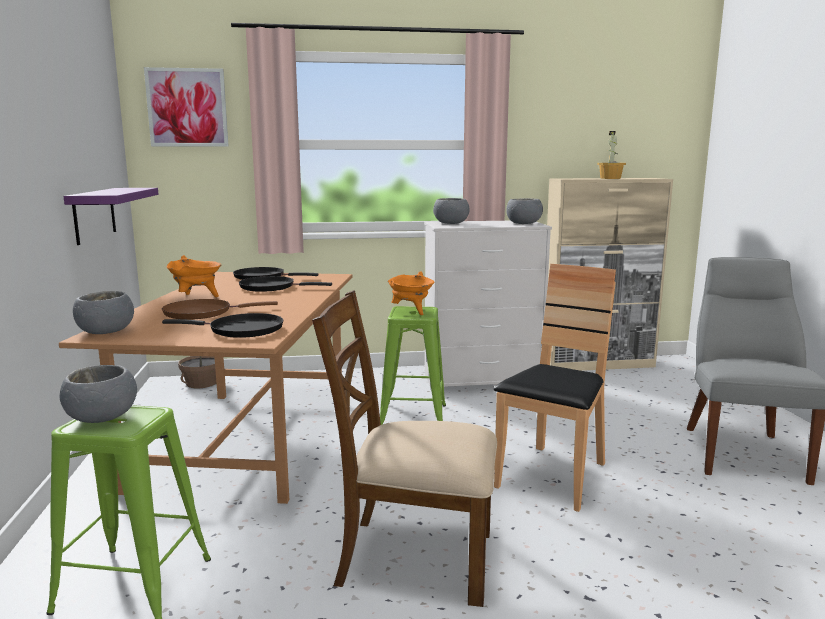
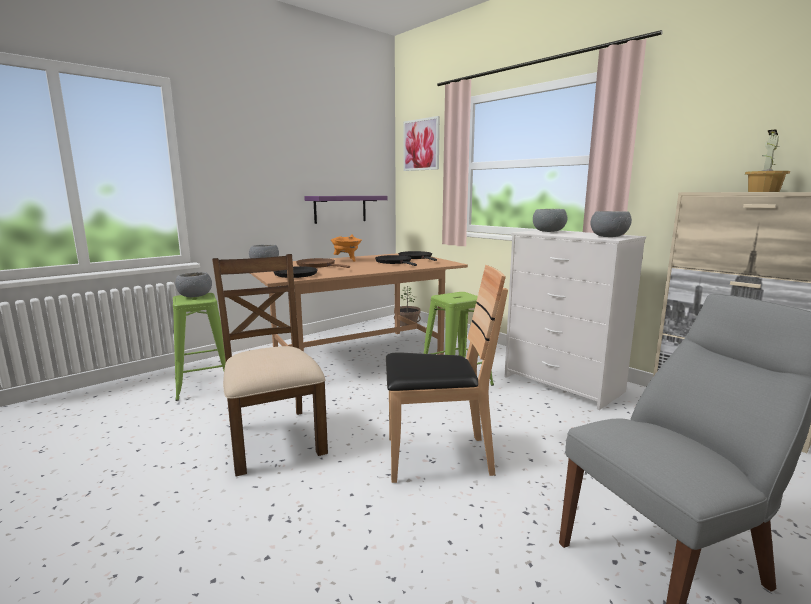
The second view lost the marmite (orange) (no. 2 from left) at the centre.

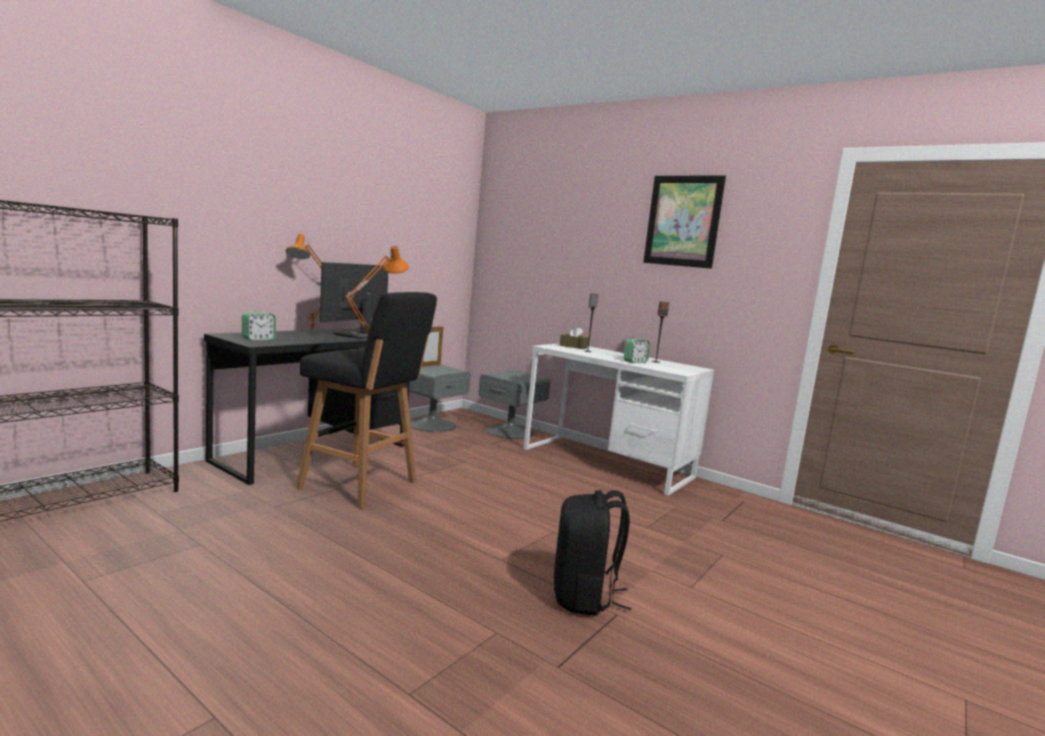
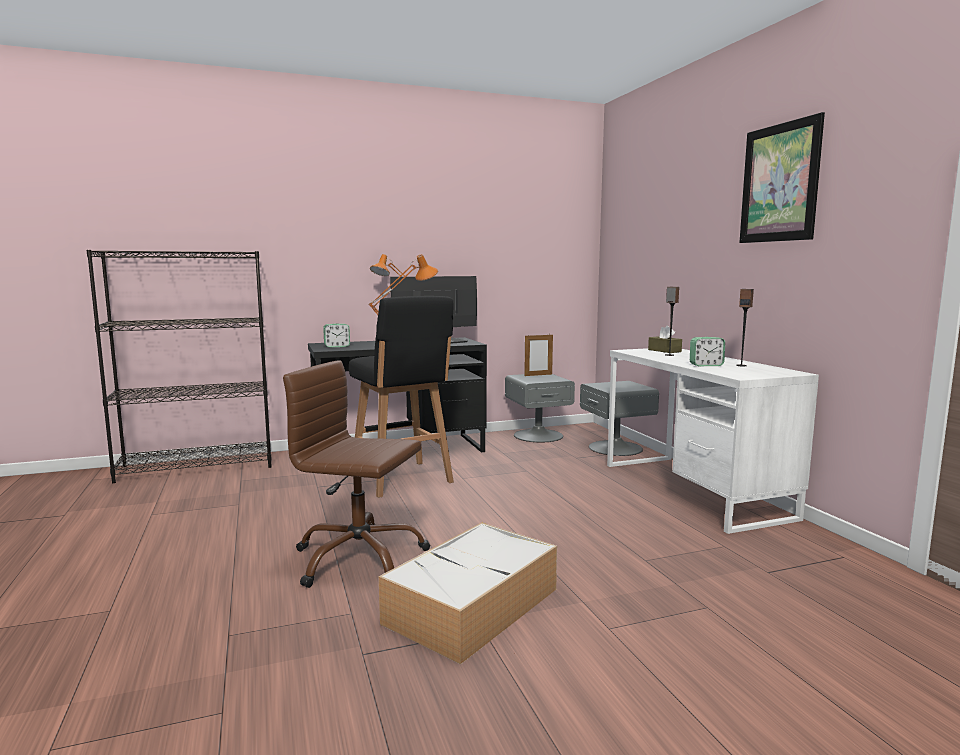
Where the sac à dos (noir) stood at the bottom centre, the boîte de rangement came to stand at the bottom centre. The second view gained the chaise de bureau (marron) at the centre.

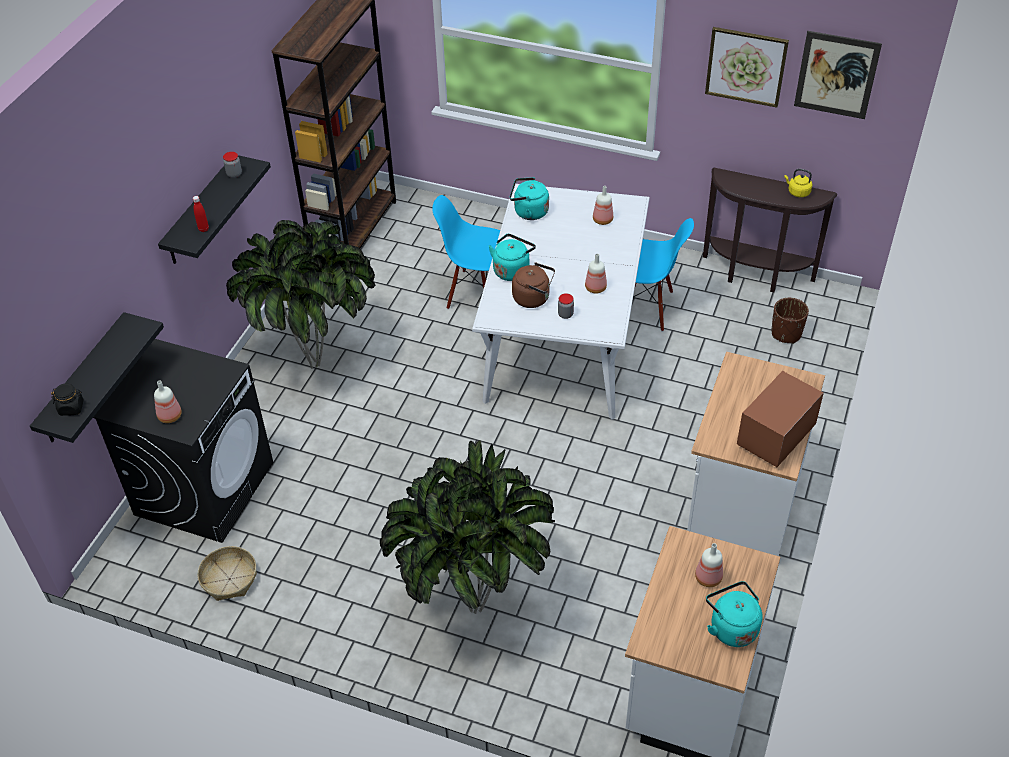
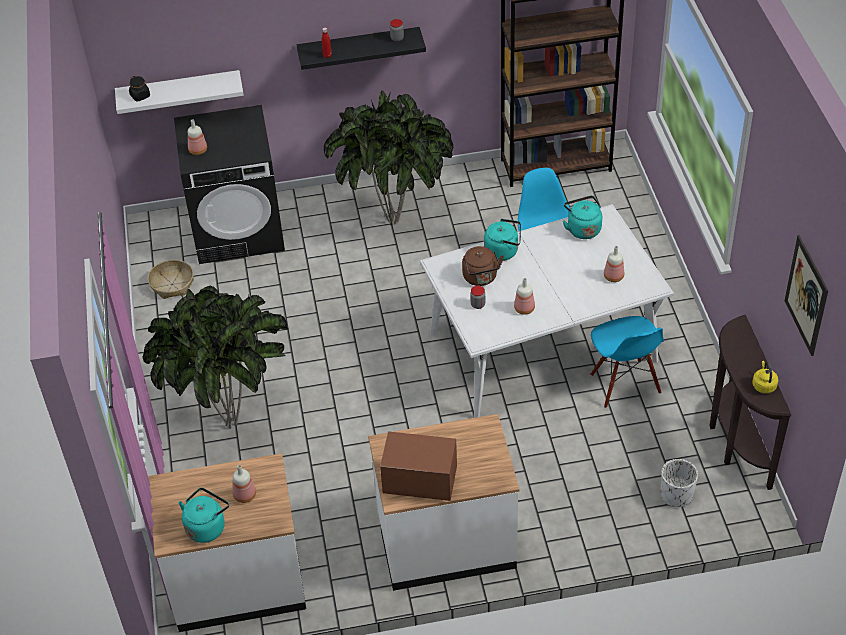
What was the étagère (noir) (no. 1 from left) at the middle left turned into the étagère (blanc) at the top left. The second view lost the tableau (no. 1 from left) at the top right. What was the cache-pot (marron) at the middle right turned into the cache-pot (blanc) at the bottom right.

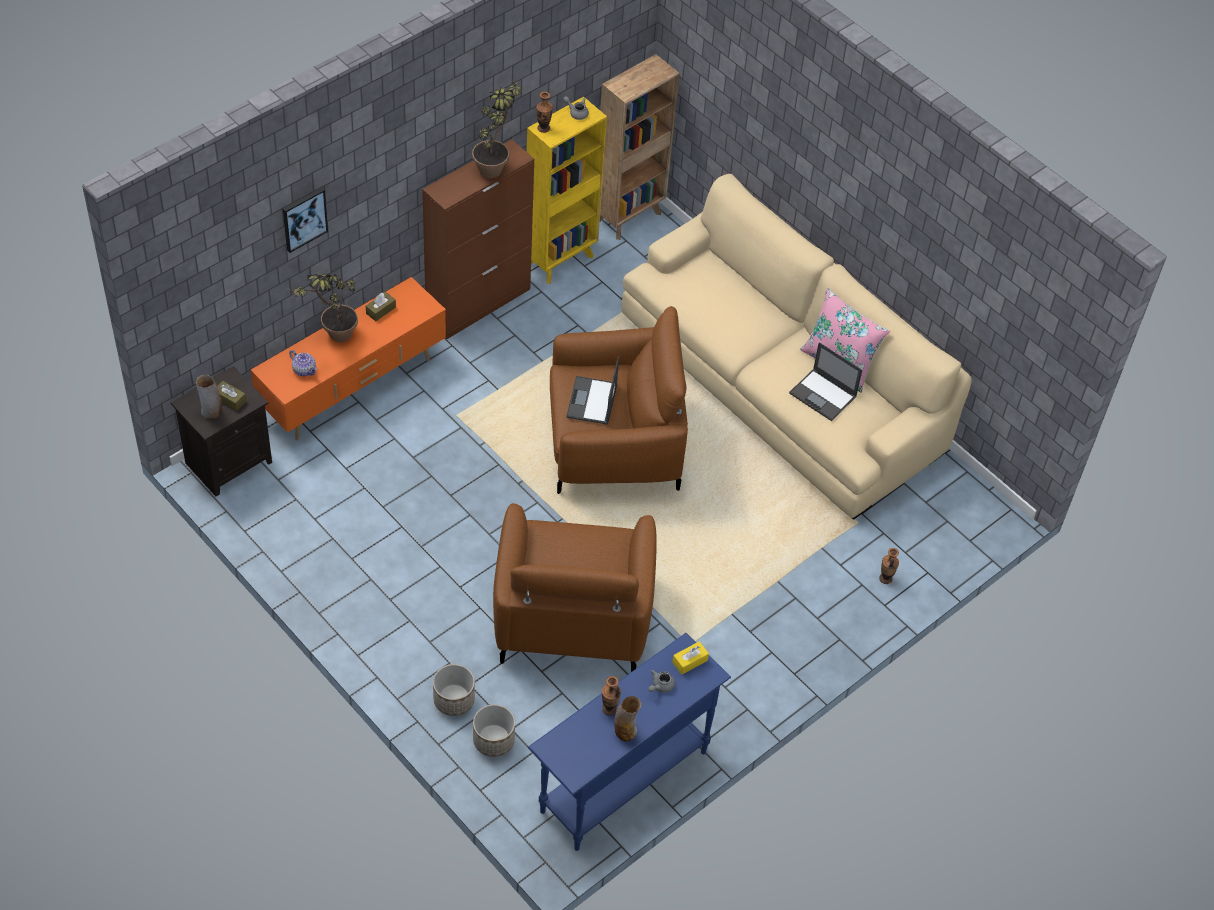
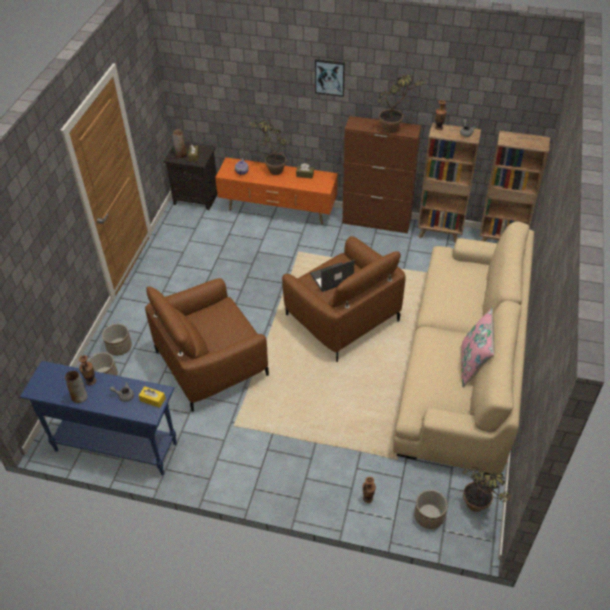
The tableau ended up elsewhere, having gone from the top left to the top centre. What was the bibliothèque (jaune) at the top centre turned into the bibliothèque (marron) (no. 1 from left) at the top right. The second view lost the ordinateur portable (no. 2 from left) at the middle right. The second view gained the cache-pot (no. 3 from left) at the bottom right. The second view gained the plante en pot (no. 3 from left) at the bottom right.

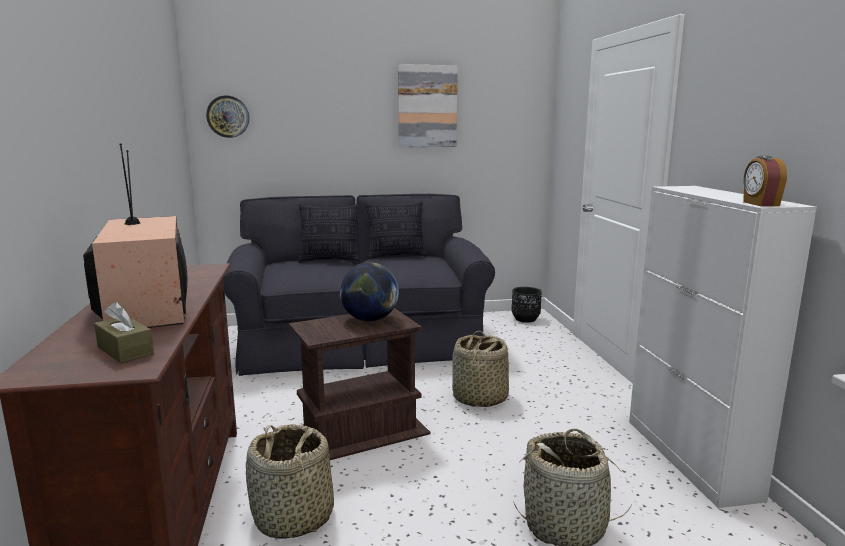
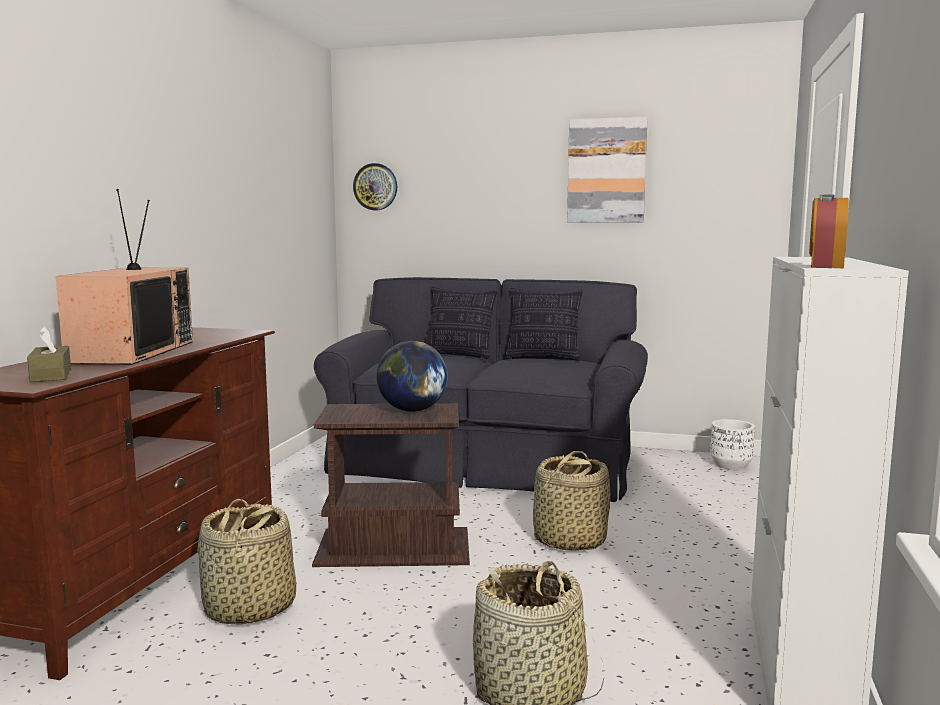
What was the cache-pot (noir) at the centre turned into the cache-pot (blanc) at the middle right.

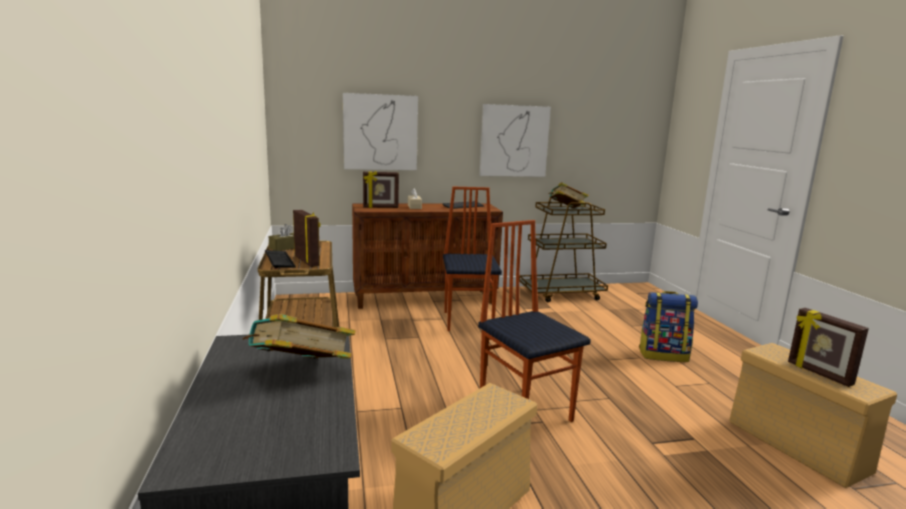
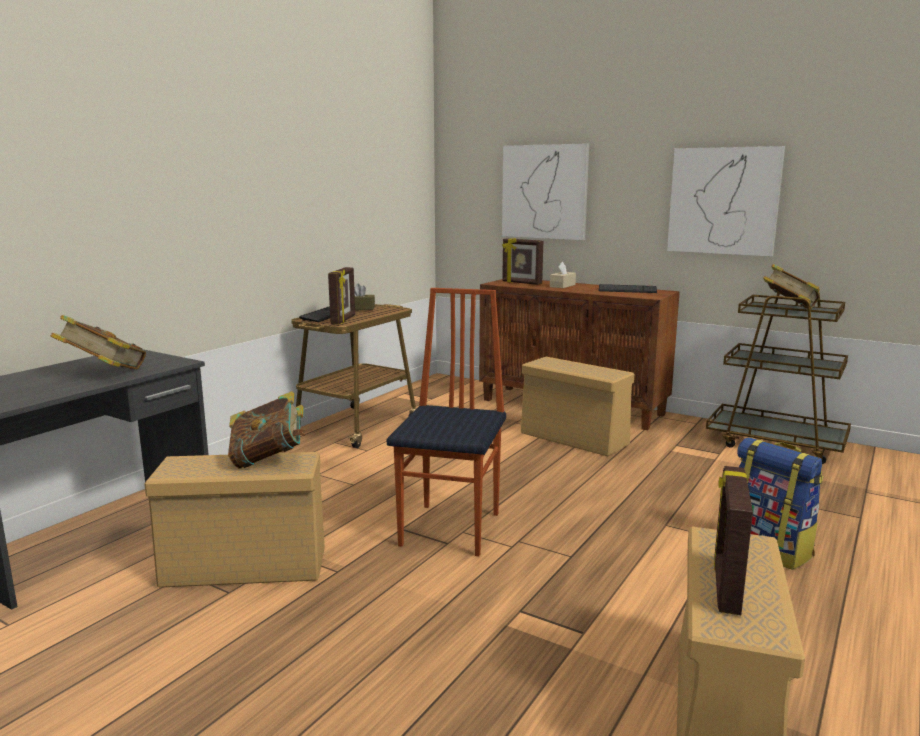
Where the chaise (no. 1 from left) stood at the centre, the boîte de rangement (beige) (no. 2 from left) came to stand at the centre. The second view gained the livre (no. 2 from left) at the middle left.

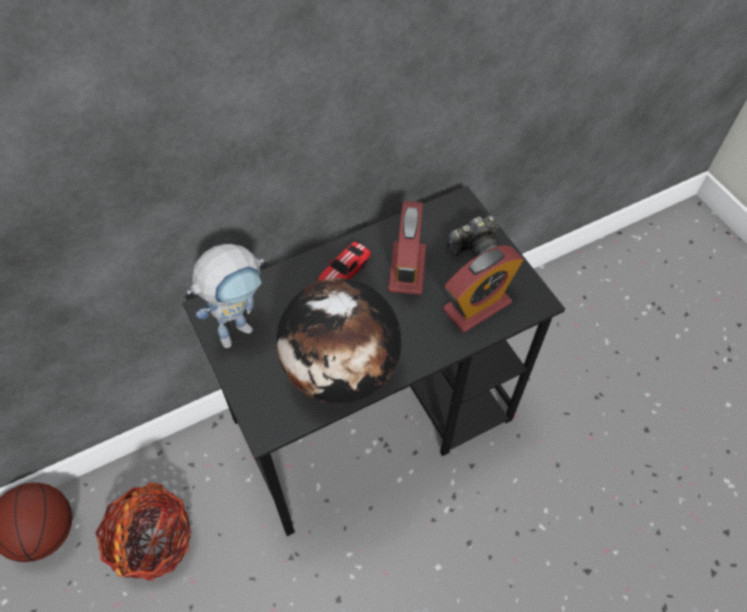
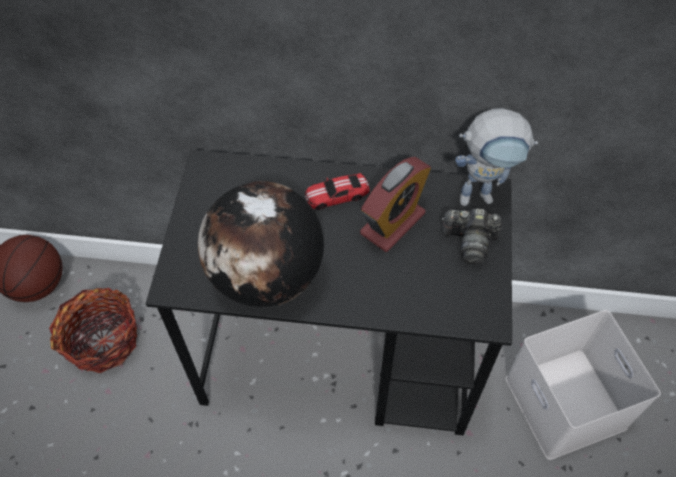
The robot jouet ended up elsewhere, having gone from the middle left to the top right. The second view lost the réveil (no. 2 from left) at the centre. The second view gained the boîte de rangement (blanc) at the bottom right.

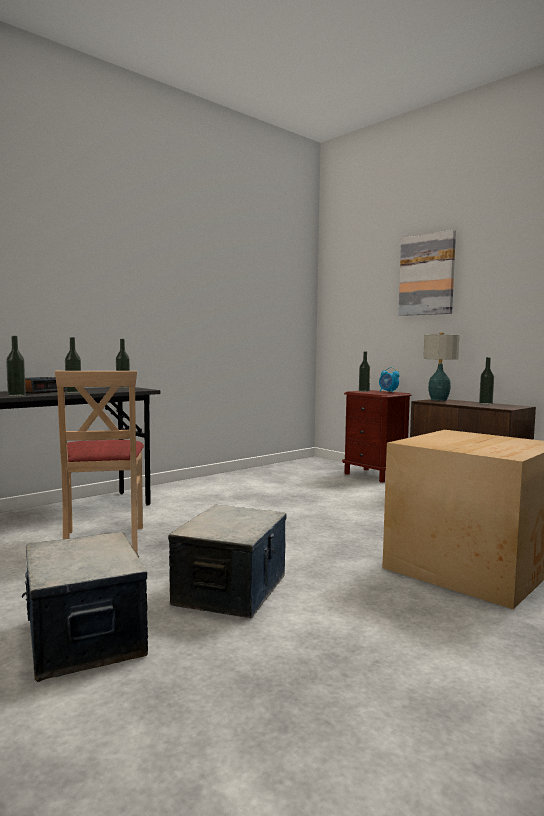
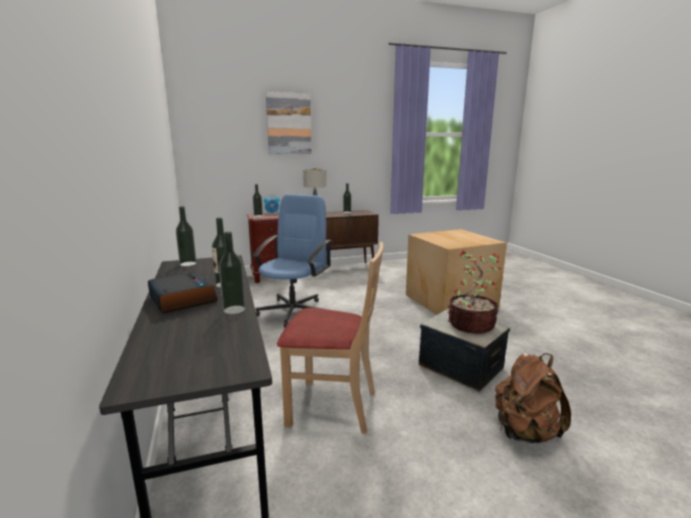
Where the boîte de rangement (no. 1 from left) stood at the bottom left, the sac à dos (marron) came to stand at the bottom right. The second view gained the chaise de bureau (bleu) at the centre. The second view gained the plante en pot at the middle right.

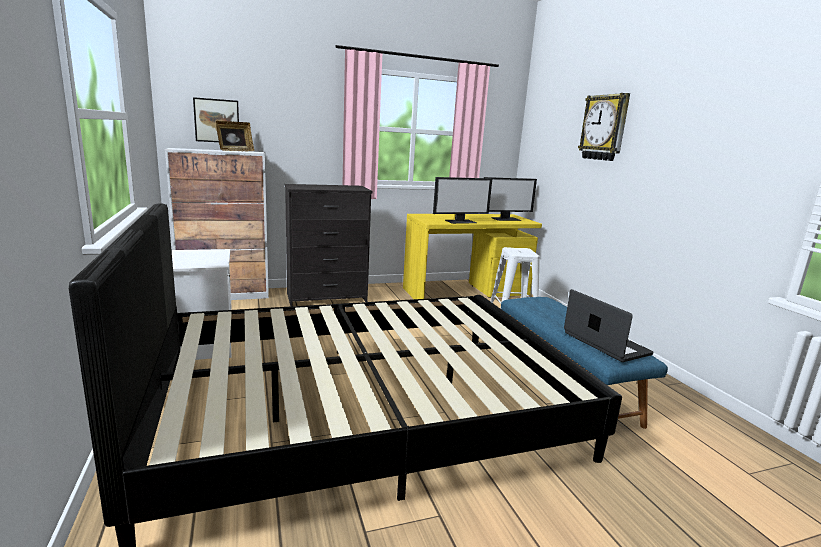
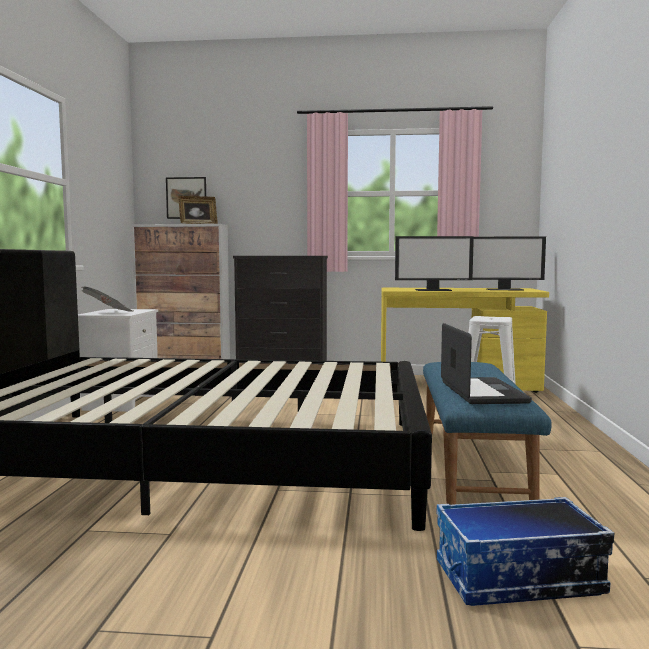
The second view lost the horloge murale at the top right. The second view gained the journal at the middle left. The second view gained the boîte de rangement at the bottom right.

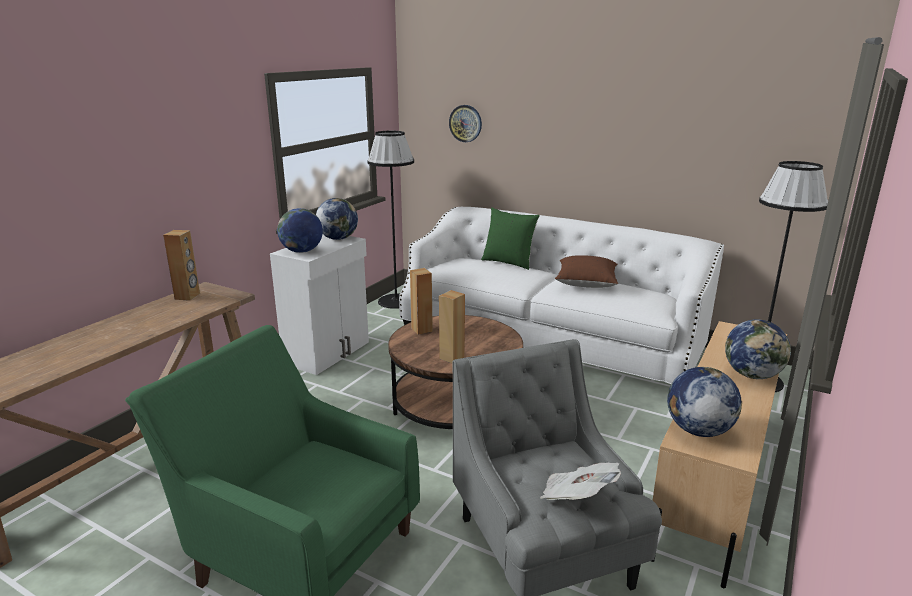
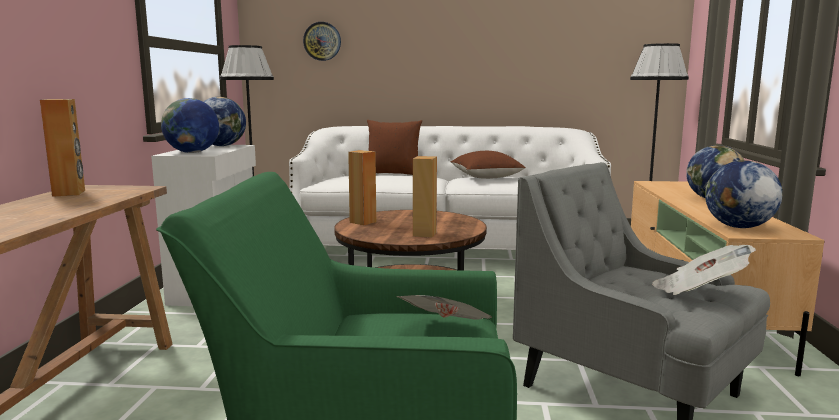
What was the coussin (vert) at the centre turned into the coussin (marron) (no. 1 from left) at the centre. The second view gained the journal (no. 1 from left) at the bottom centre.

